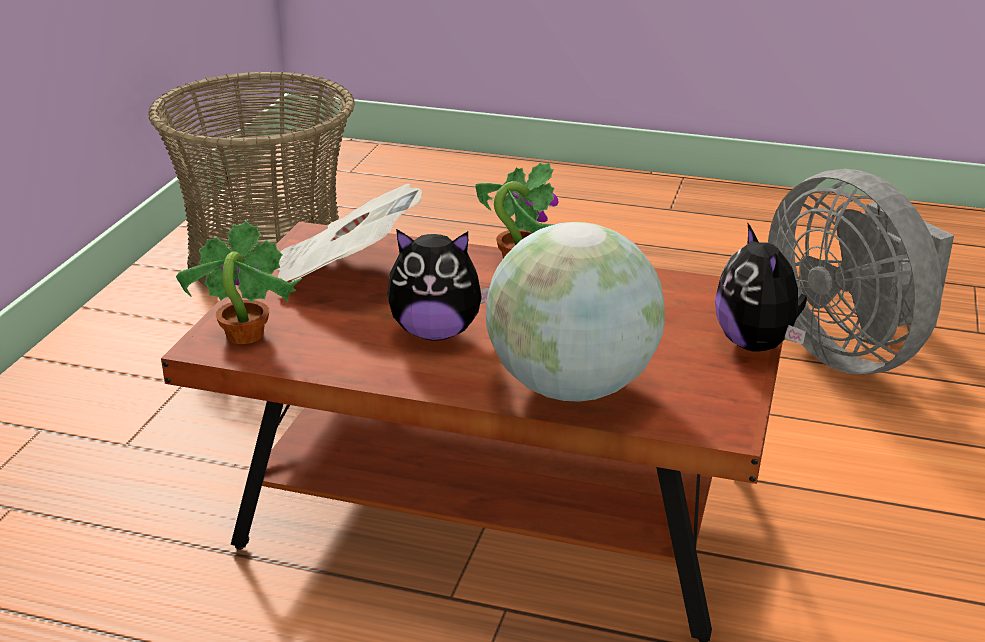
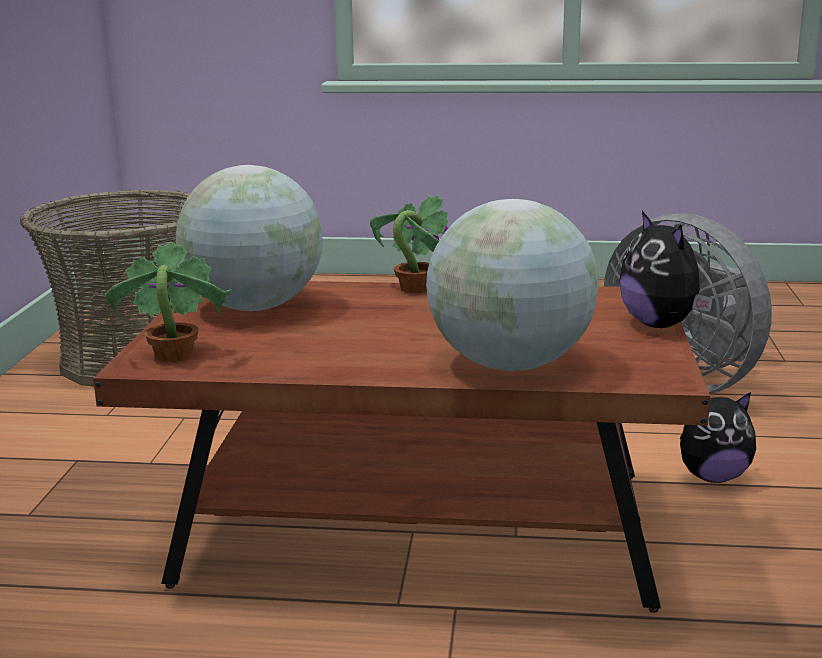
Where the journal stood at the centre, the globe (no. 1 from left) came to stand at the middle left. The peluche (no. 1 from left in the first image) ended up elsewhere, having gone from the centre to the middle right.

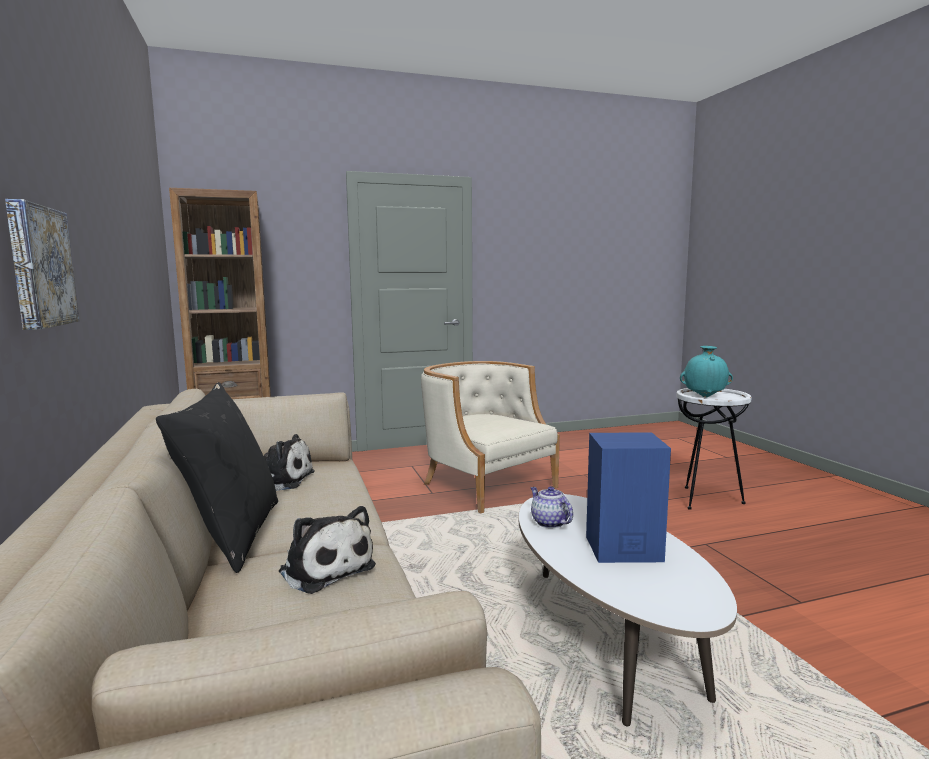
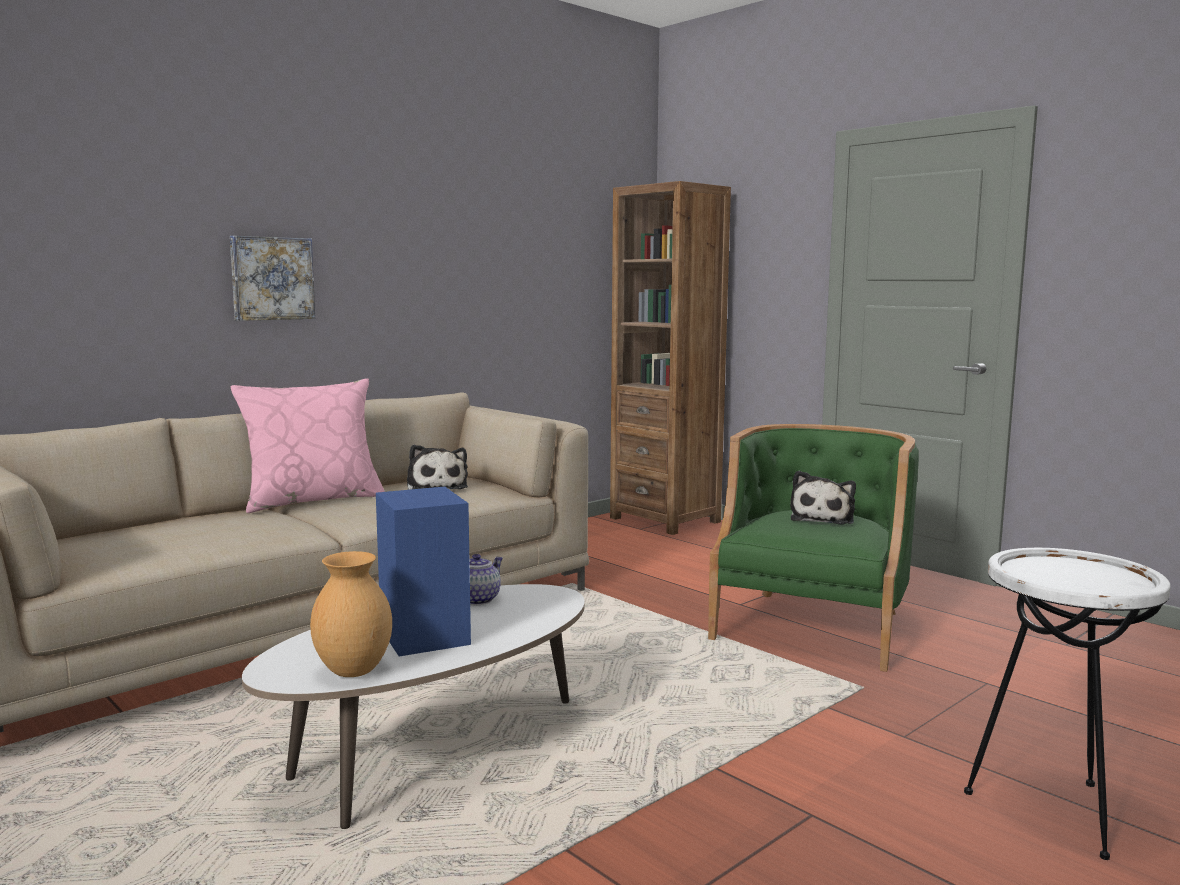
What was the coussin (noir) at the middle left turned into the coussin (rose) at the middle left. The peluche (no. 2 from left) ended up elsewhere, having gone from the bottom centre to the middle right. What was the fauteuil (beige) at the centre turned into the fauteuil (vert) at the middle right. The second view lost the vase (turquoise) at the middle right. The second view gained the vase (marron) at the bottom left.

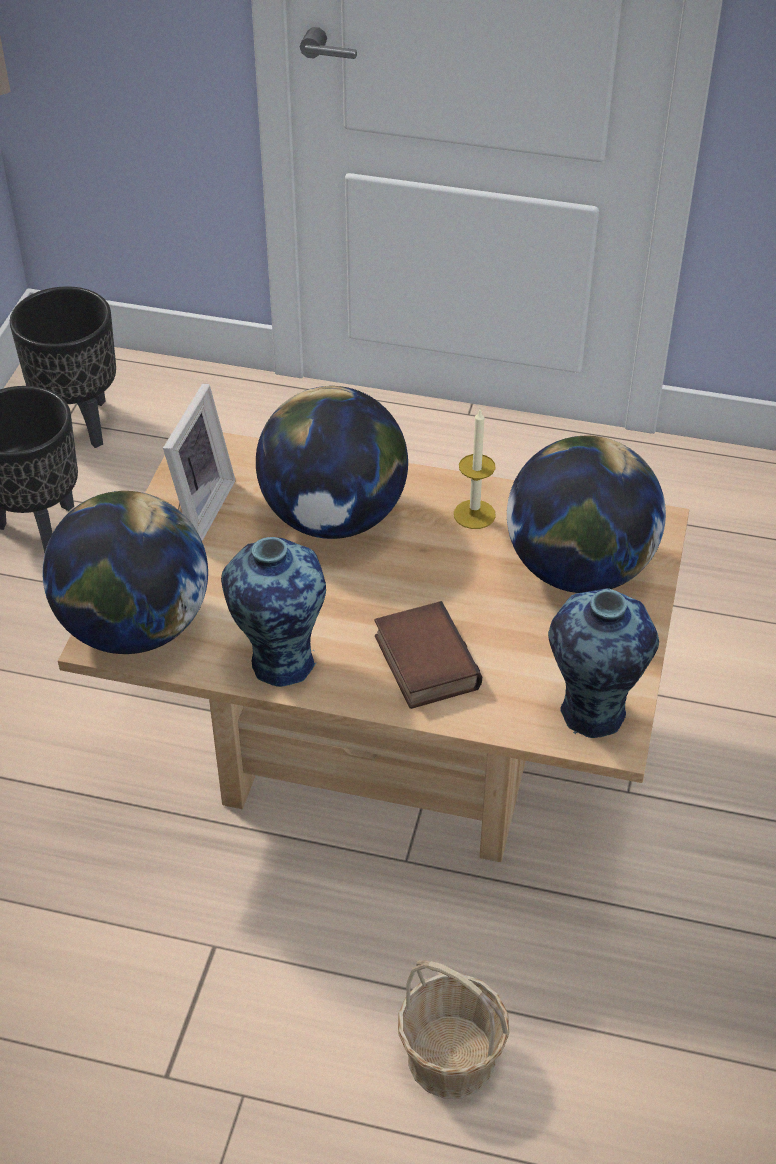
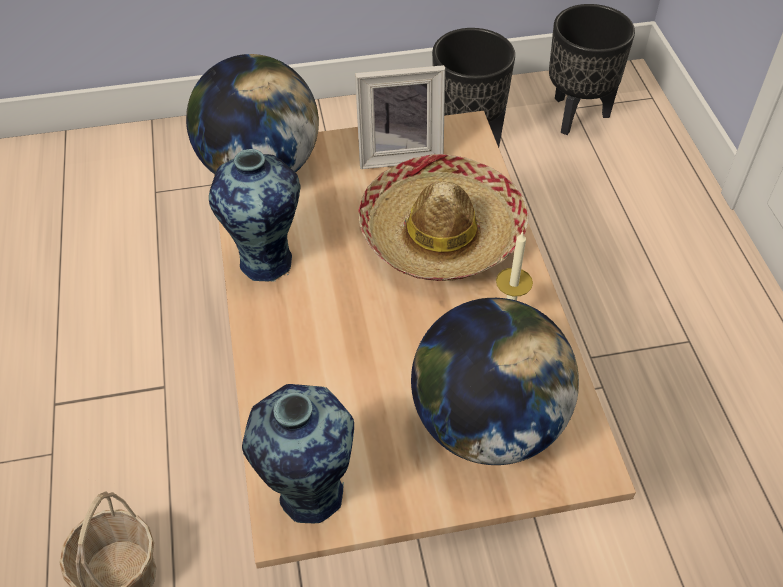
Where the globe (no. 2 from left) stood at the centre, the chapeau came to stand at the centre. The second view lost the livre at the centre.

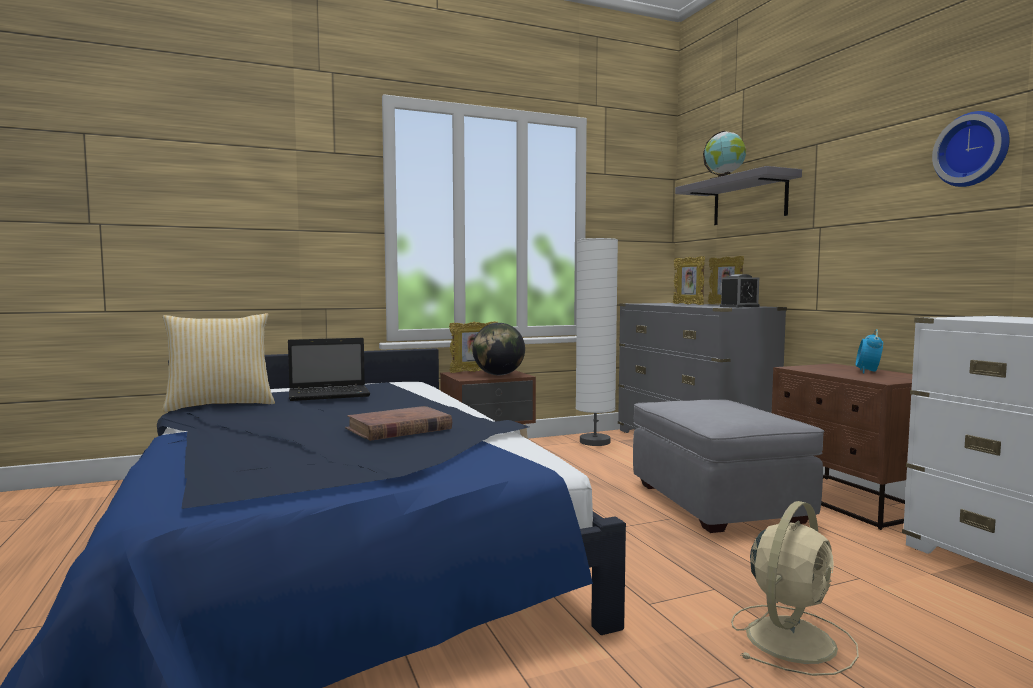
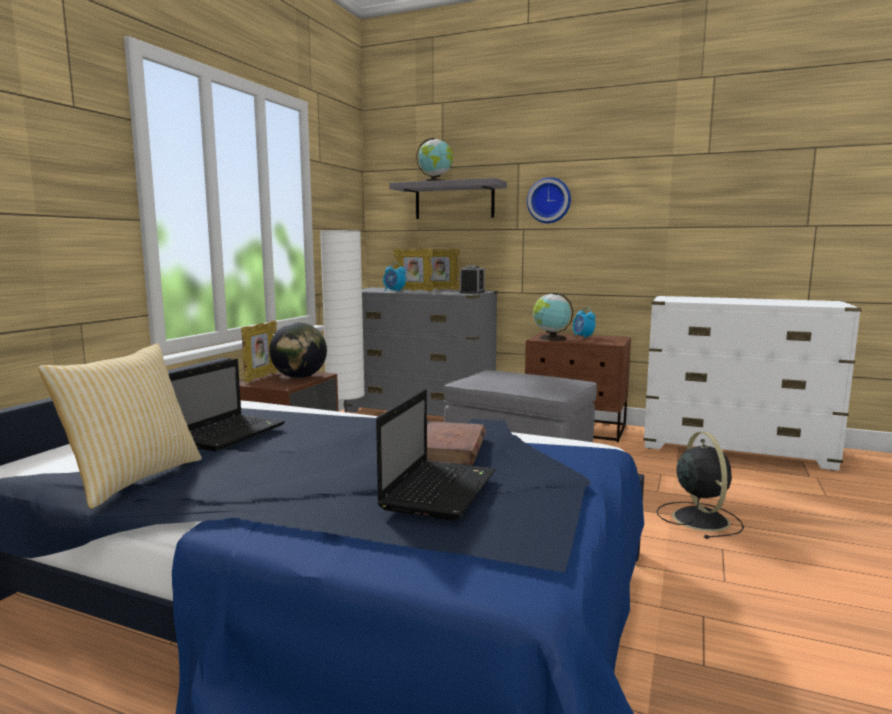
What was the ventilateur (beige) at the bottom right turned into the ventilateur (noir) at the bottom right. The horloge murale ended up elsewhere, having gone from the top right to the top centre. The second view gained the ordinateur portable (no. 2 from left) at the centre. The second view gained the réveil (no. 1 from left) at the centre. The second view gained the globe (no. 3 from left) at the centre.

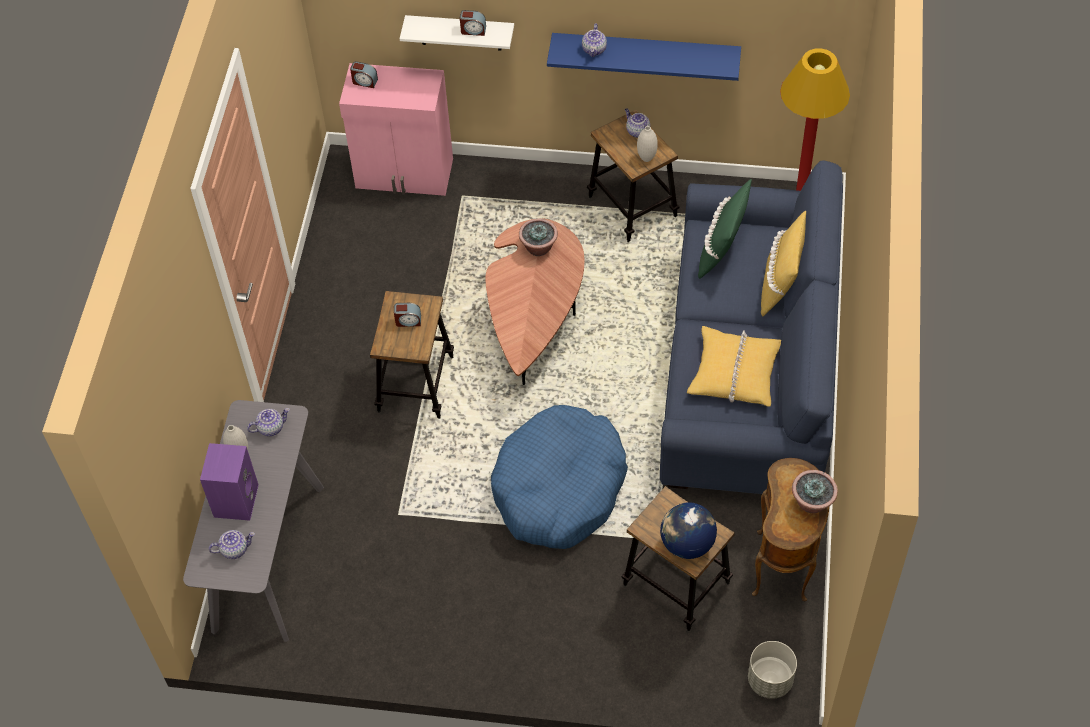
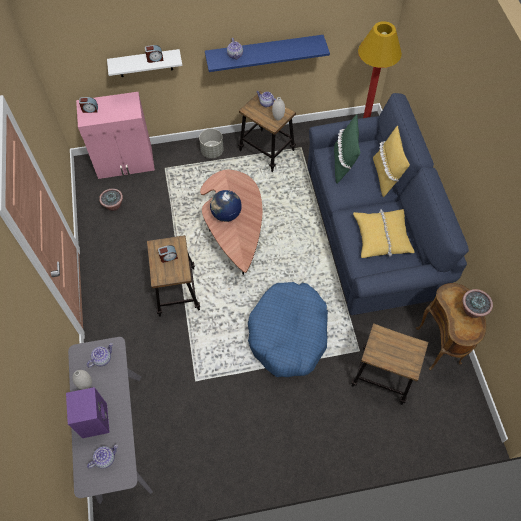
The plante en pot (no. 1 from left) ended up elsewhere, having gone from the top centre to the middle left. The globe ended up elsewhere, having gone from the bottom centre to the centre. The cache-pot (gris) ended up elsewhere, having gone from the bottom right to the top centre.

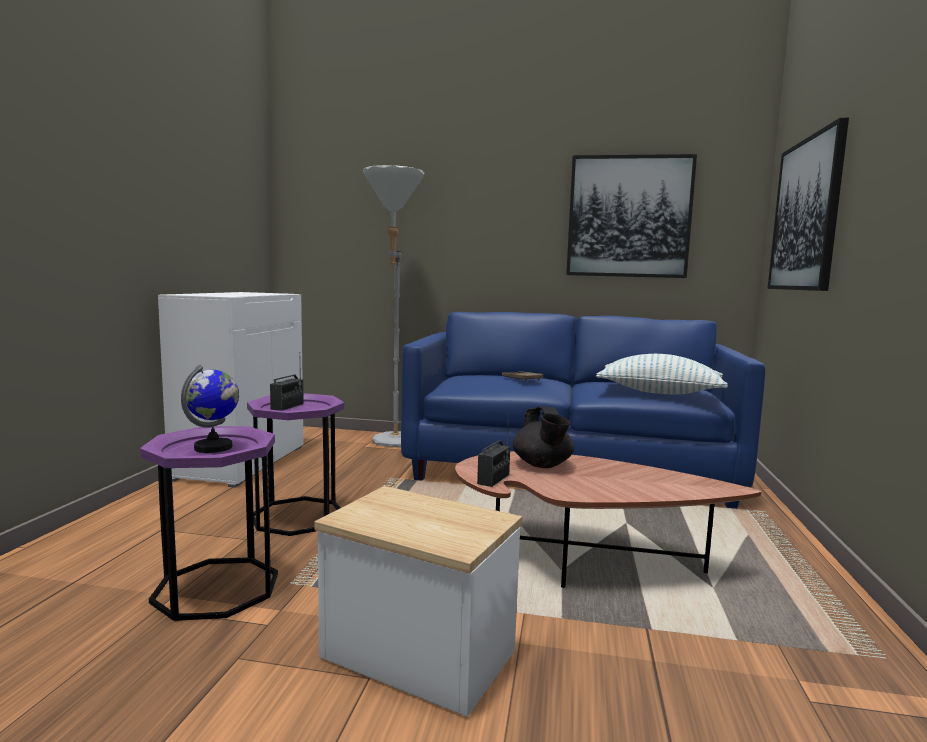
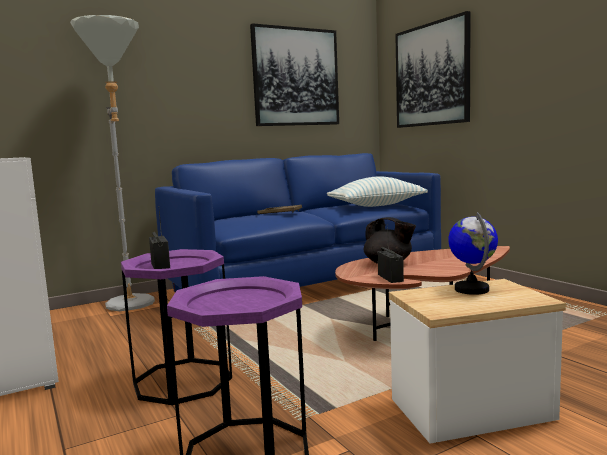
The globe ended up elsewhere, having gone from the middle left to the middle right.

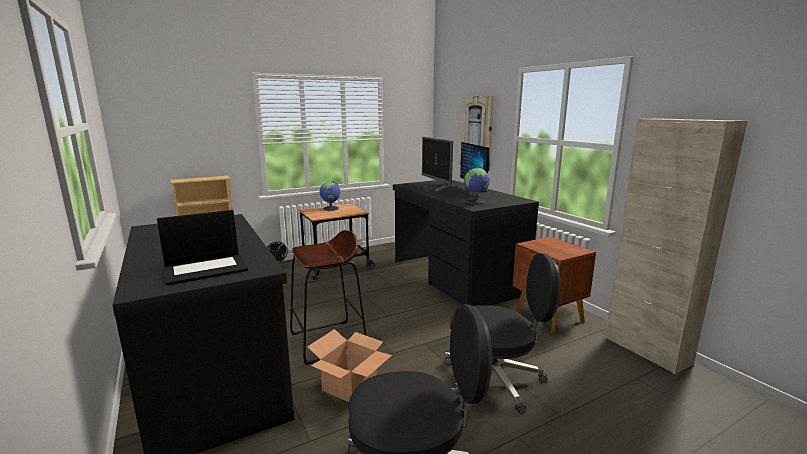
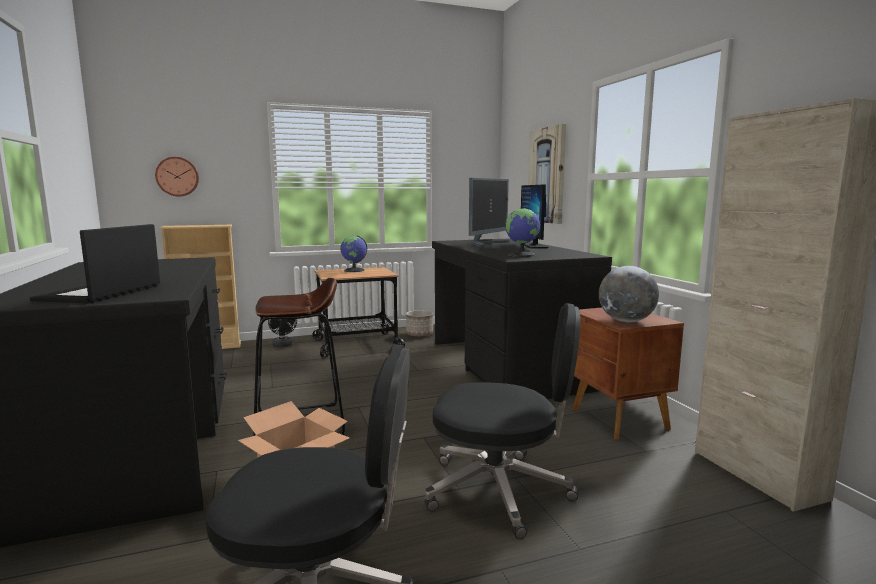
The ordinateur portable at the middle left ended up facing another way, 120 degrees clockwise from before. The écran d'ordinateur (no. 1 from left) at the centre ended up facing another way, 135 degrees counterclockwise from before. The second view gained the horloge murale at the top left. The second view gained the cache-pot at the centre. The second view gained the globe (no. 3 from left) at the middle right.

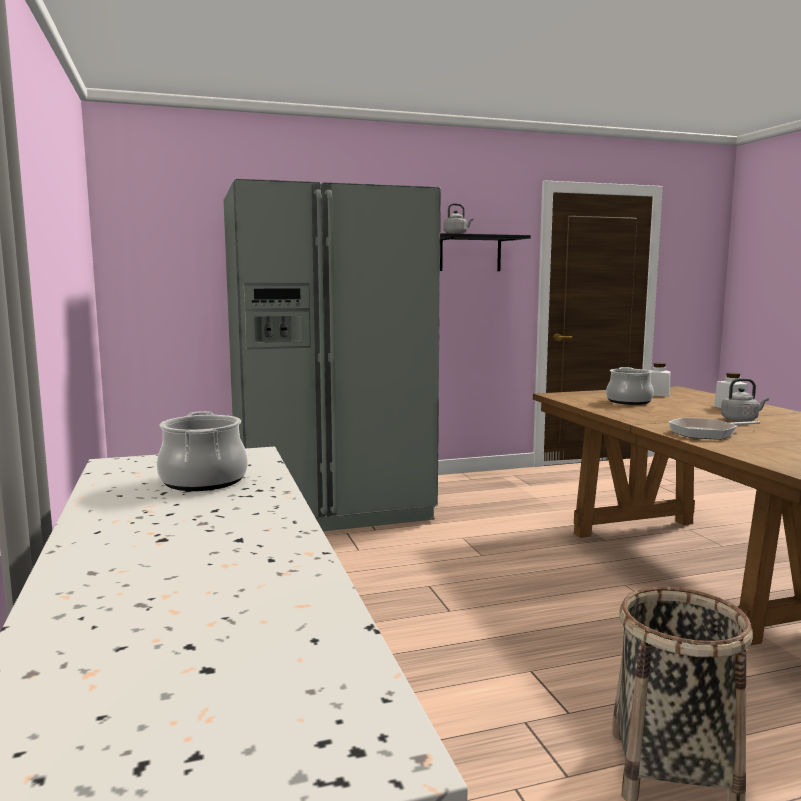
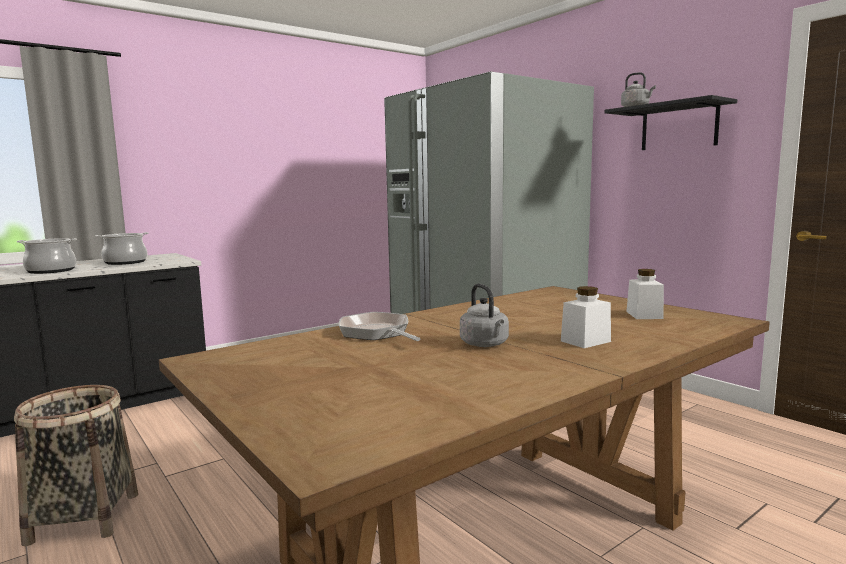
The marmite (no. 2 from left in the first image) ended up elsewhere, having gone from the middle right to the middle left.

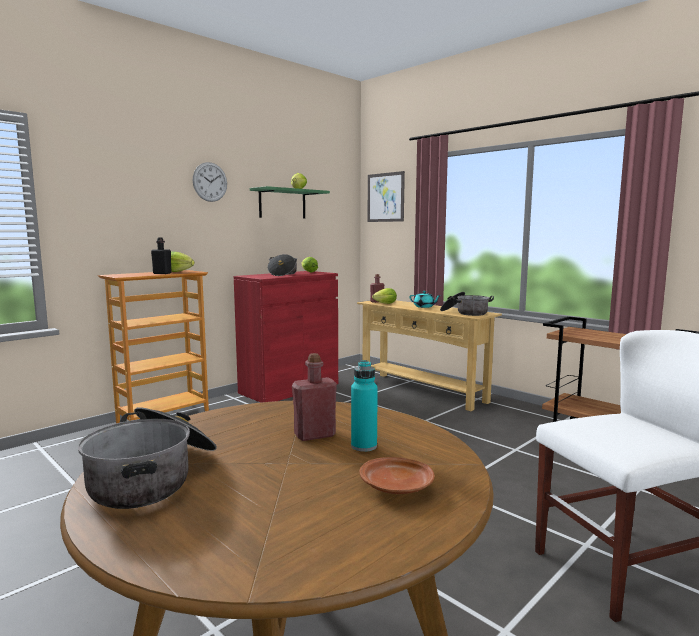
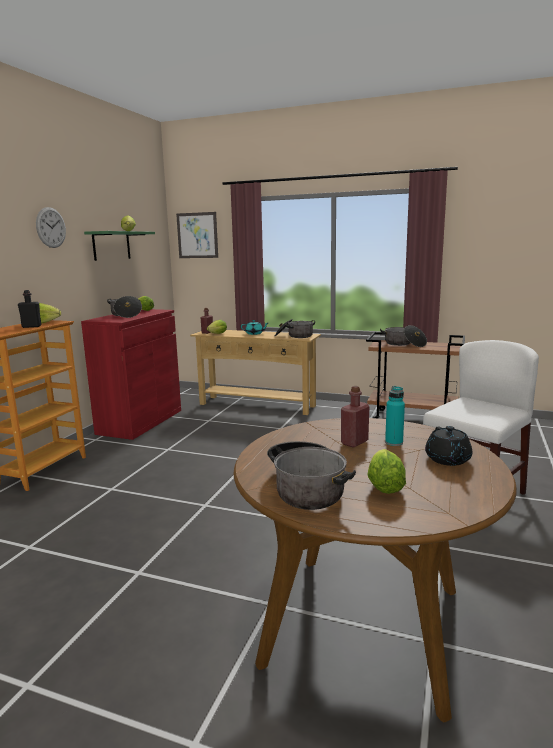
Where the assiette (marron) stood at the bottom centre, the théière (noir) came to stand at the middle right. The second view gained the laitue (no. 5 from left) at the middle right. The second view gained the marmite (no. 4 from left) at the middle right.

